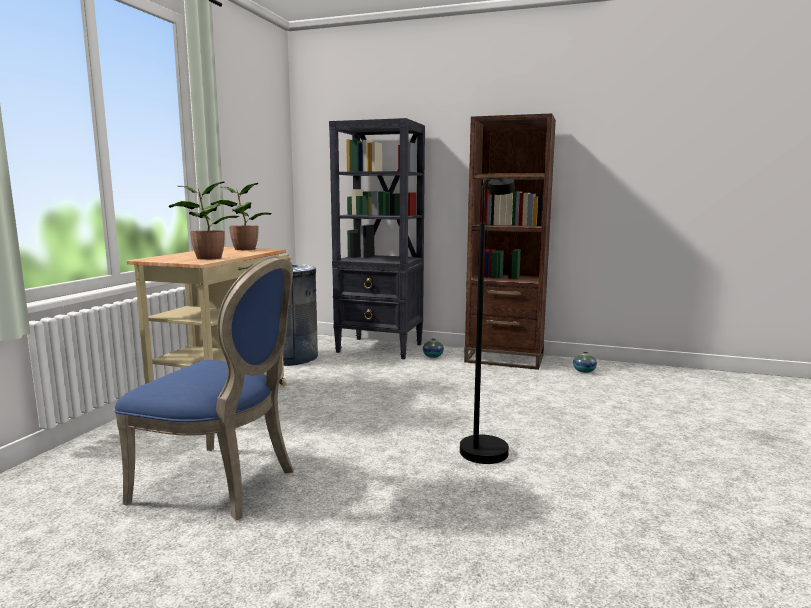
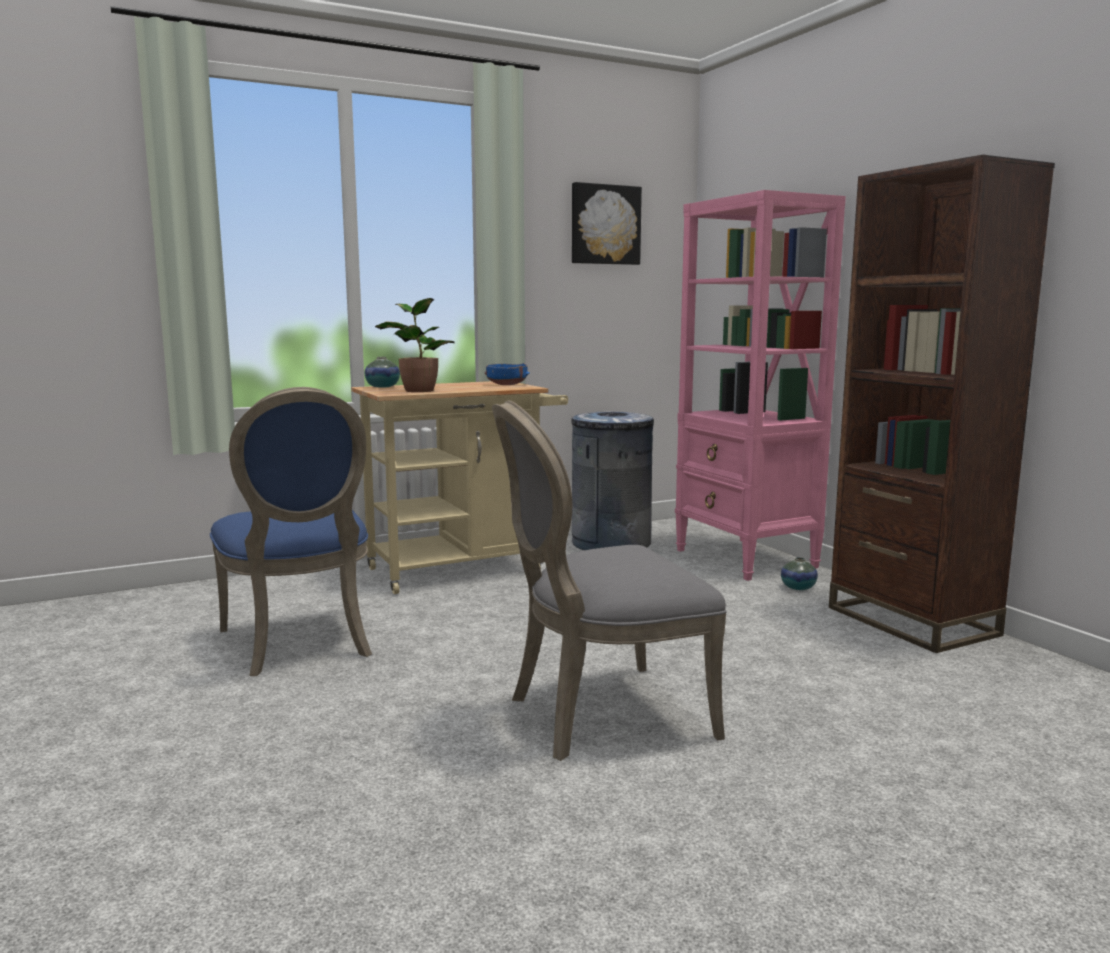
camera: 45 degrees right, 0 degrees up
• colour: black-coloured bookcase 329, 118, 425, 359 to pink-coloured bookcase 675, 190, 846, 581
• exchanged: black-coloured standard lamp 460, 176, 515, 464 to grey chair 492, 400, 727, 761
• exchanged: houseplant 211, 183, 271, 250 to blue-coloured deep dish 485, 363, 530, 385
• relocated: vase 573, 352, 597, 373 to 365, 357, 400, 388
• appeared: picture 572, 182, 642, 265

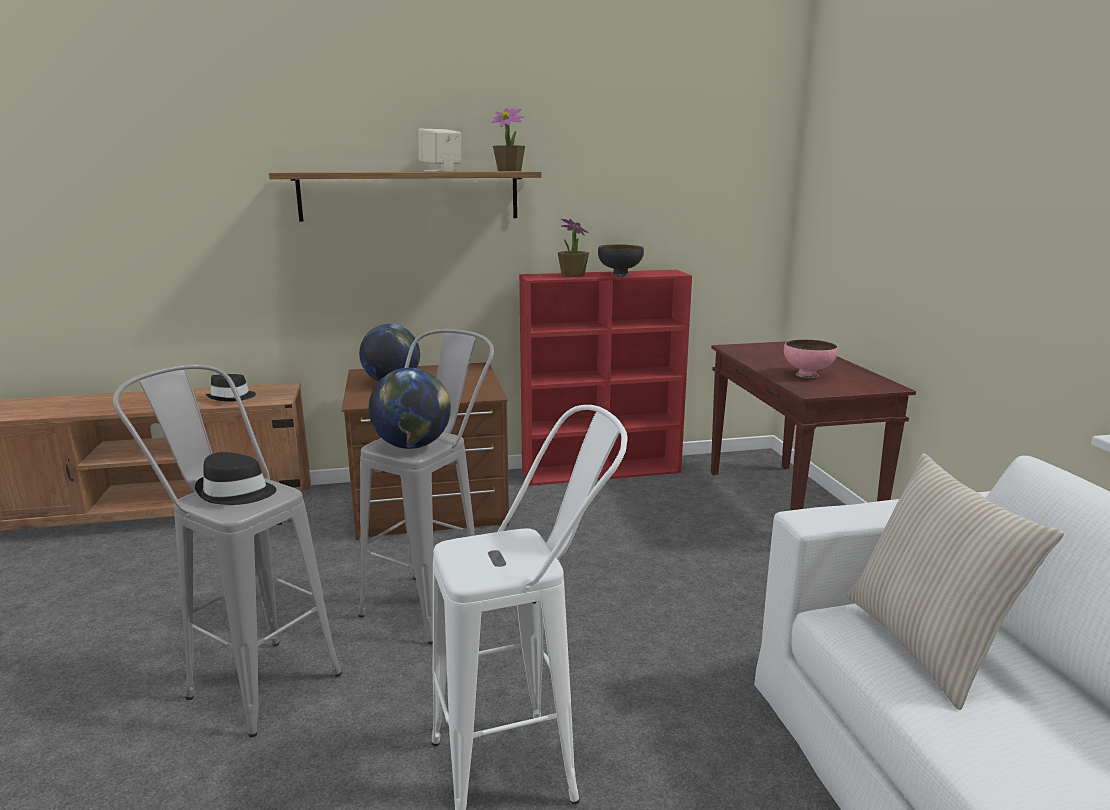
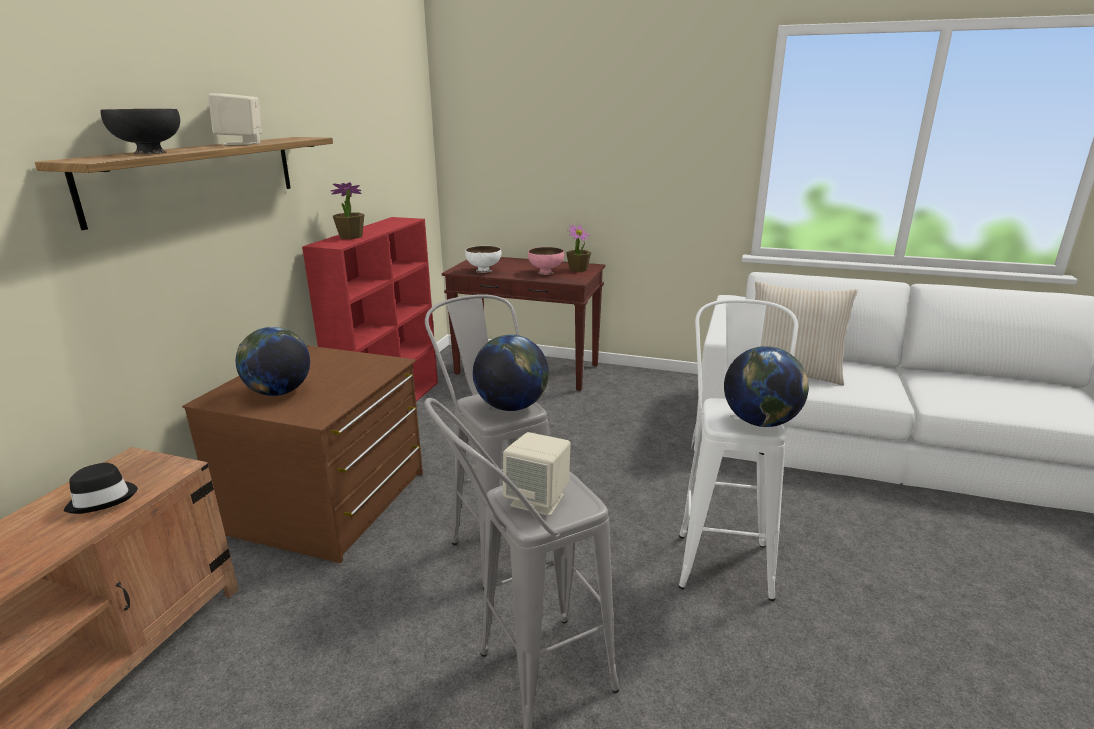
camera: 60 degrees left, 5 degrees up
• relocated: houseplant 491, 108, 525, 171 to 566, 225, 591, 272
• relocated: black-coloured deep dish 598, 245, 644, 277 to 101, 109, 180, 154
• exchanged: black-coloured hat 195, 452, 277, 505 to beige loudspeaker 503, 432, 571, 516
• appeared: white deep dish 465, 246, 501, 273
• appeared: desk globe 724, 346, 809, 427

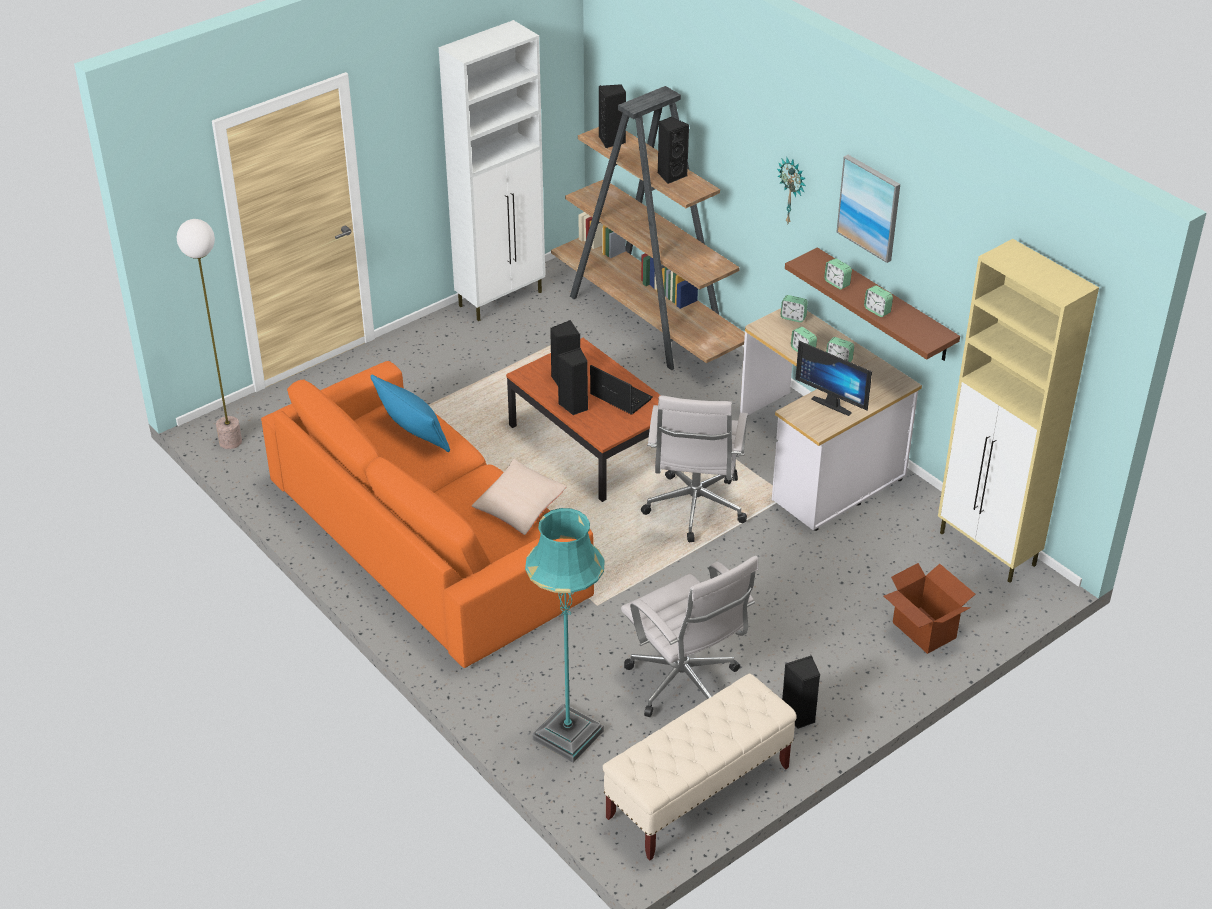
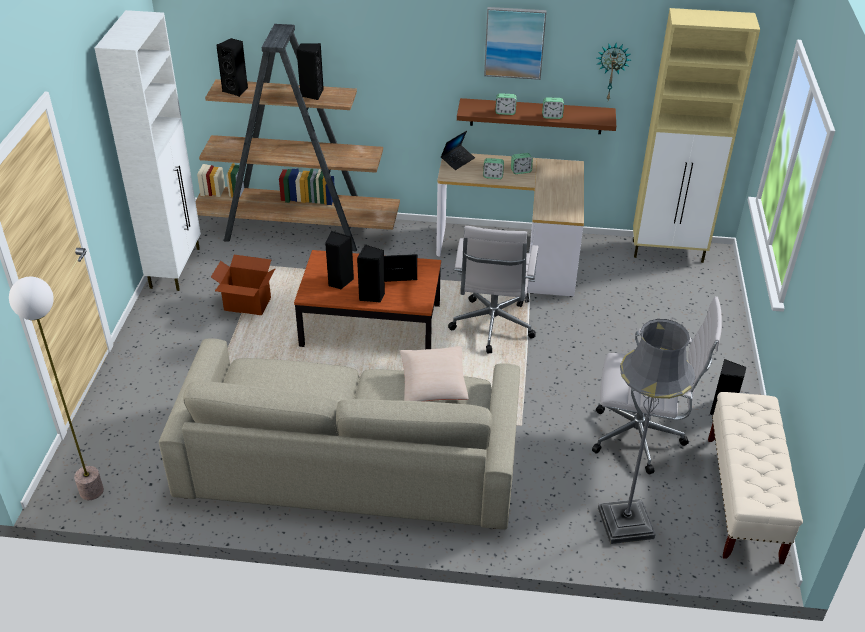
camera: 45 degrees left, 0 degrees up
• relocated: hanging clock 777, 157, 806, 223 to 596, 43, 631, 100
• exchanged: table clock 781, 295, 808, 323 to laptop 441, 131, 475, 170
• missing: computer screen 796, 341, 872, 416
• colour: orange-coloured sofa 261, 361, 594, 668 to beige sofa 159, 338, 520, 530
• missing: blue-coloured pillow 370, 374, 450, 452
• spun: white office chair 641, 395, 748, 542 = 448, 226, 539, 353 45 degrees clockwise
• colour: blue-green standard lamp 525, 508, 605, 763 to grey standard lamp 598, 319, 695, 544
• relocated: cardboard box 884, 563, 975, 654 to 211, 255, 276, 315

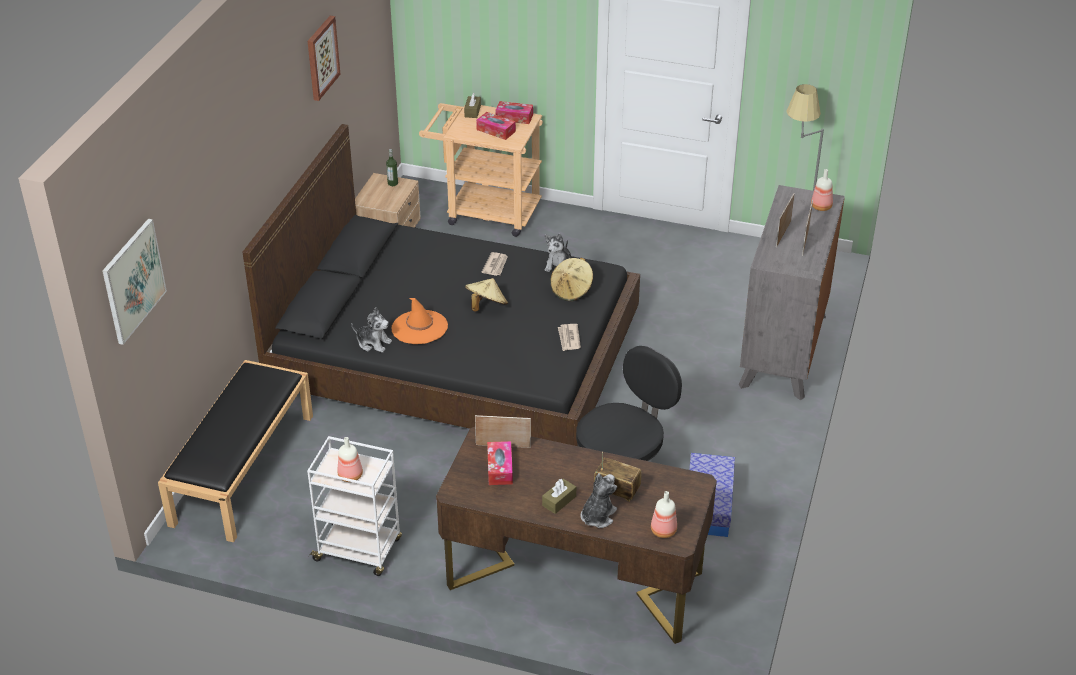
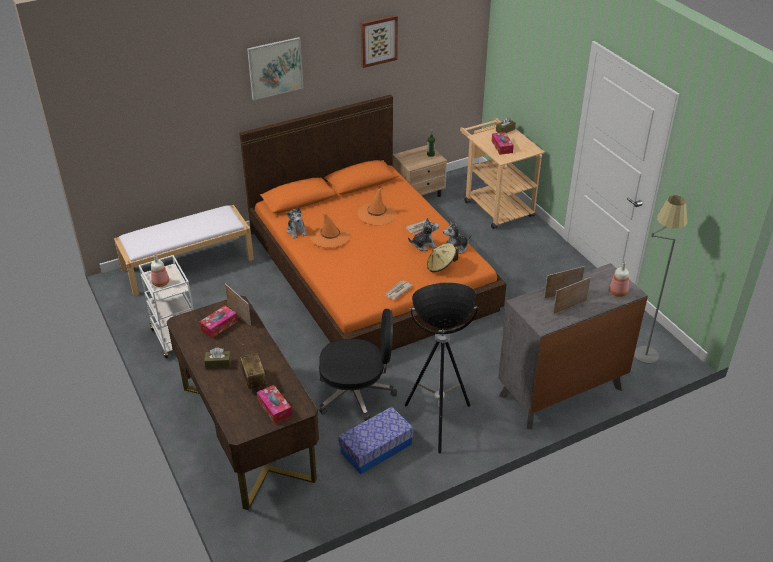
camera: 45 degrees right, 0 degrees up
• relocated: tissue box 495, 101, 533, 124 to 257, 385, 292, 423
• colour: black-coloured bedroom bed 242, 124, 640, 446 to orange-coloured bedroom bed 239, 95, 507, 351
• relocated: picture 102, 219, 167, 345 to 247, 37, 304, 100
• missing: beige hat 465, 278, 508, 311
• colour: black-coloured bench 158, 360, 313, 543 to white bench 114, 205, 254, 296
• relocated: soft toy 580, 473, 617, 528 to 408, 217, 439, 251
• missing: drink bottle 651, 491, 677, 538
• appeared: orange-coloured hat 357, 188, 397, 226
• appeared: standard lamp 405, 282, 478, 453

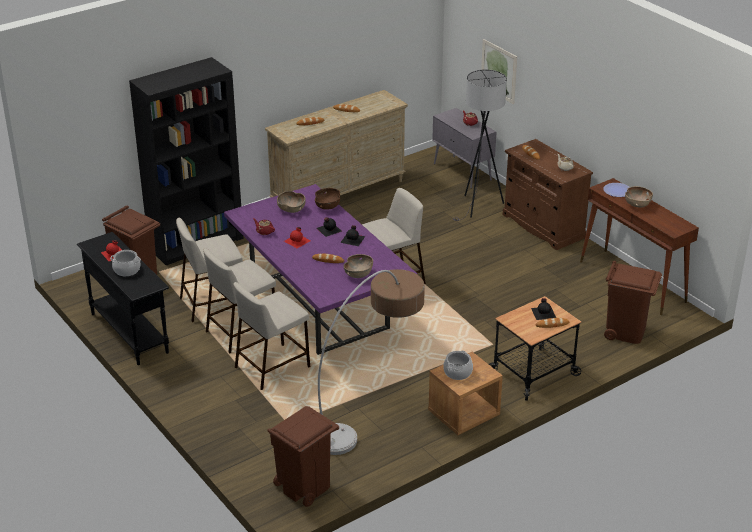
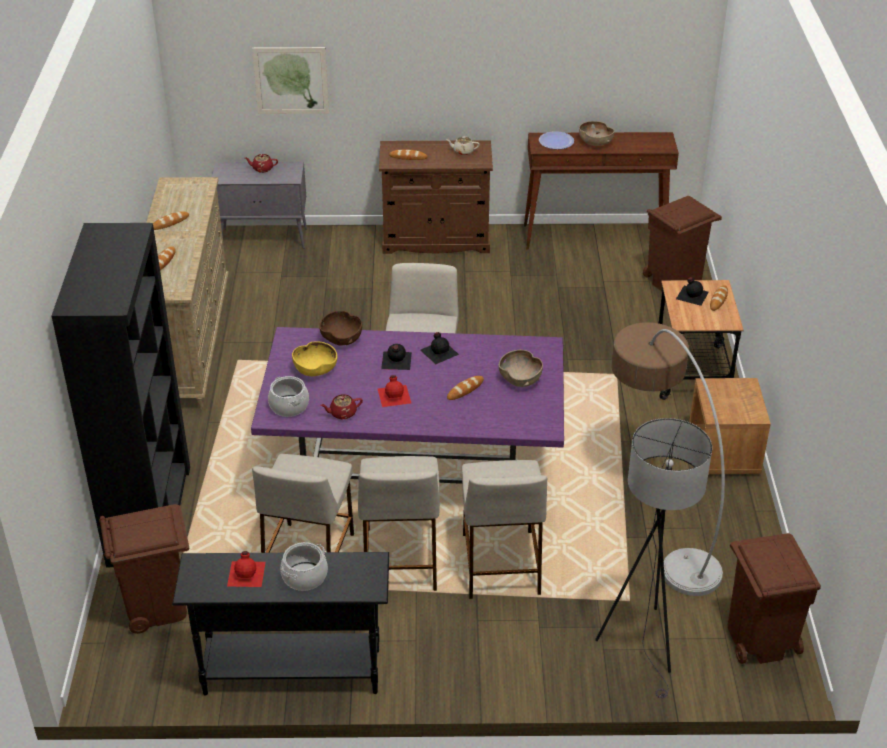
camera: 55 degrees left, 5 degrees up
• relocated: grey standard lamp 453, 70, 507, 221 to 595, 418, 712, 698
• colour: brown deep dish 277, 191, 305, 213 to yellowish deep dish 292, 341, 337, 376
• relocated: cooking pot 443, 350, 473, 380 to 268, 376, 309, 417

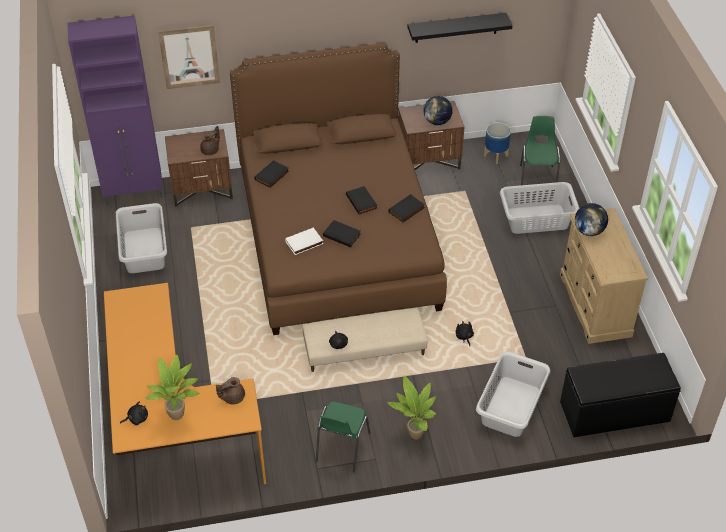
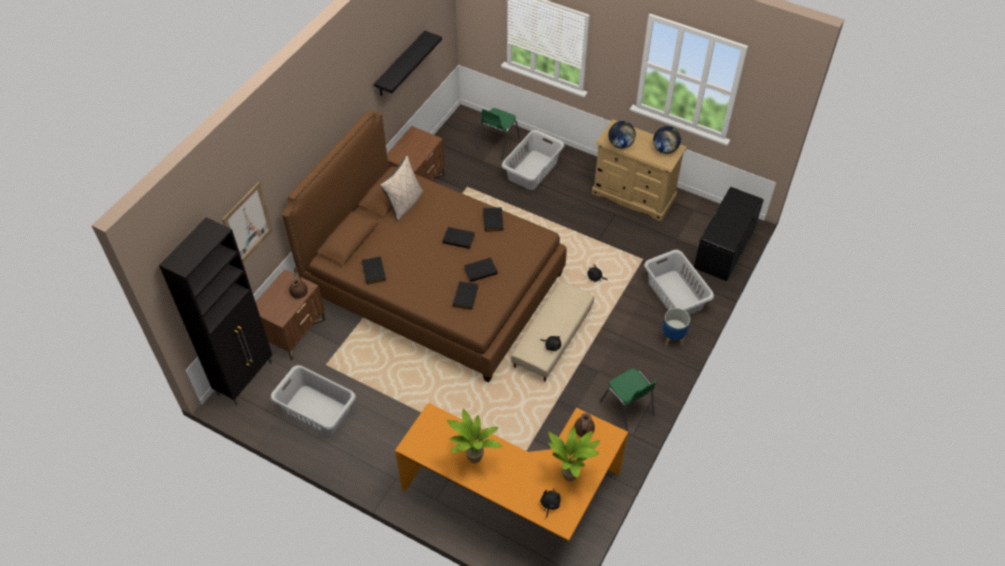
camera: 50 degrees left, 5 degrees up
• colour: purple cabinet 67, 15, 163, 205 to black-coloured cabinet 159, 217, 272, 405
• relocated: desk globe 423, 96, 453, 125 to 653, 126, 681, 154
• spun: green chair 520, 116, 560, 185 = 477, 108, 520, 160 105 degrees counterclockwise
• relocated: plant pot 484, 122, 511, 164 to 662, 308, 690, 347
• colour: white bound book 285, 227, 323, 255 to black-coloured bound book 453, 281, 478, 310
• relocated: houseplant 387, 376, 436, 440 to 447, 409, 502, 463
• appeared: beige pillow 380, 156, 423, 221

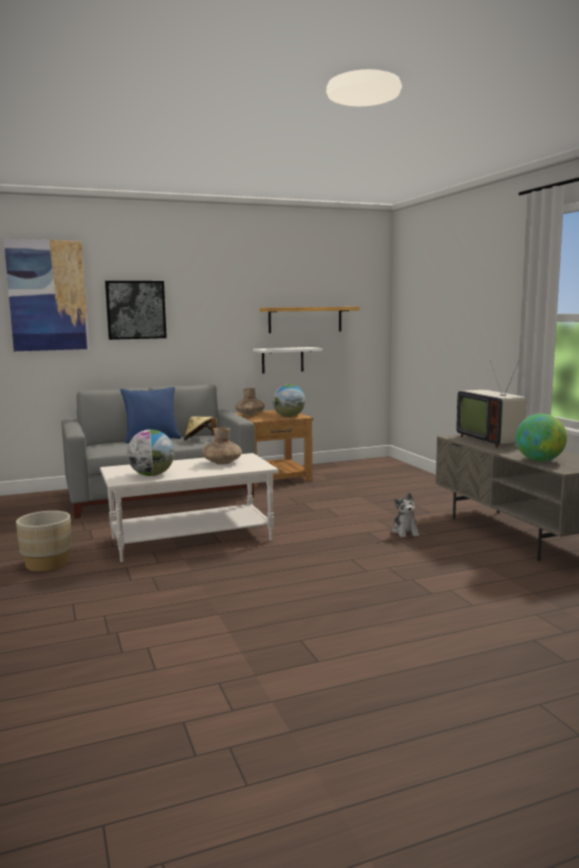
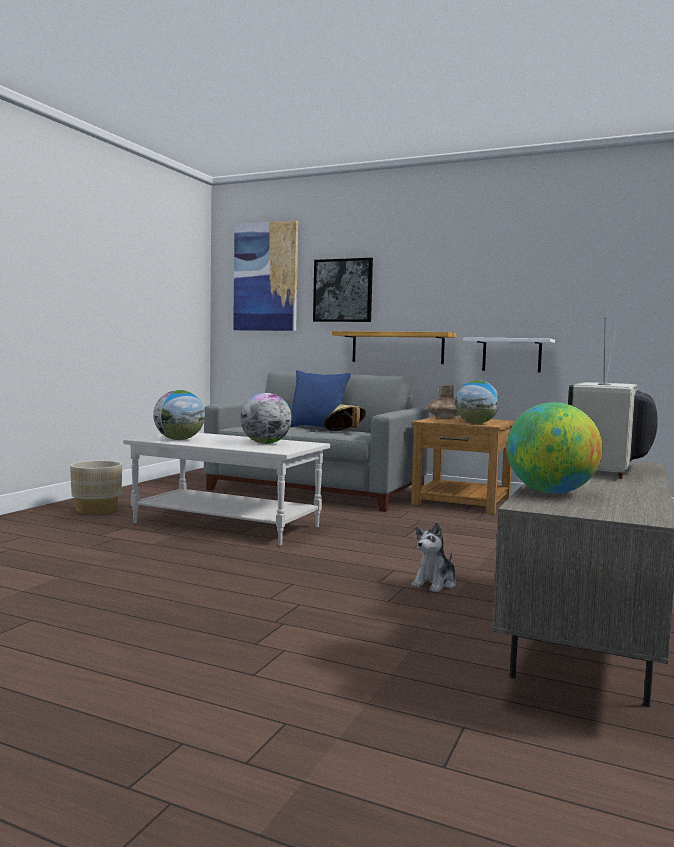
camera: 45 degrees right, 5 degrees down
• relocated: bracket shelf 259, 307, 359, 333 to 332, 331, 456, 364
• exchanged: brown vase 201, 428, 242, 465 to desk globe 240, 393, 292, 444

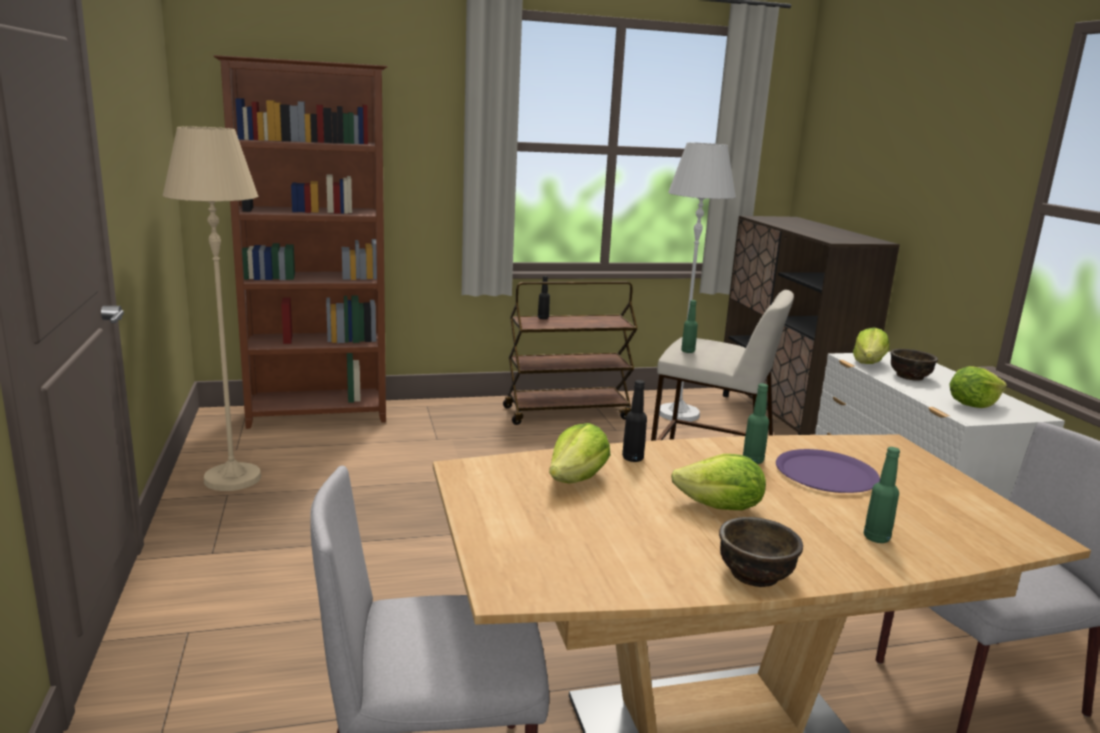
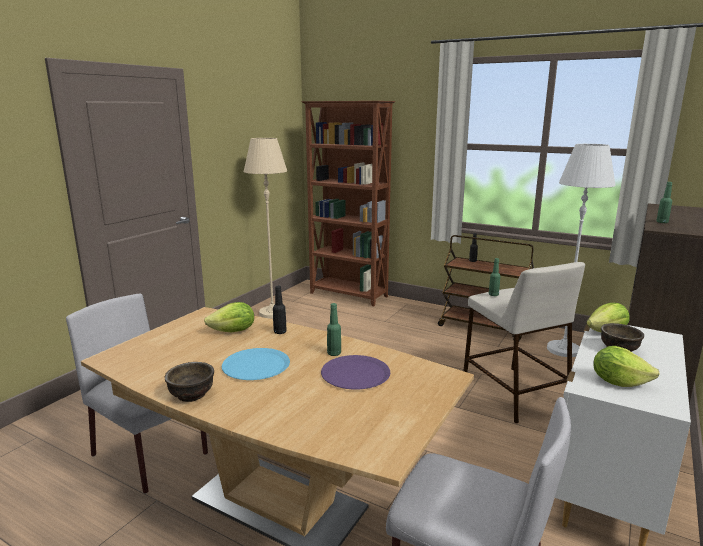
camera: 45 degrees right, 0 degrees up
• relocated: green drink bottle 864, 447, 900, 543 to 656, 182, 673, 223
• exchanged: lettuce 671, 454, 766, 510 to blue-coloured flat dish 222, 348, 290, 380

